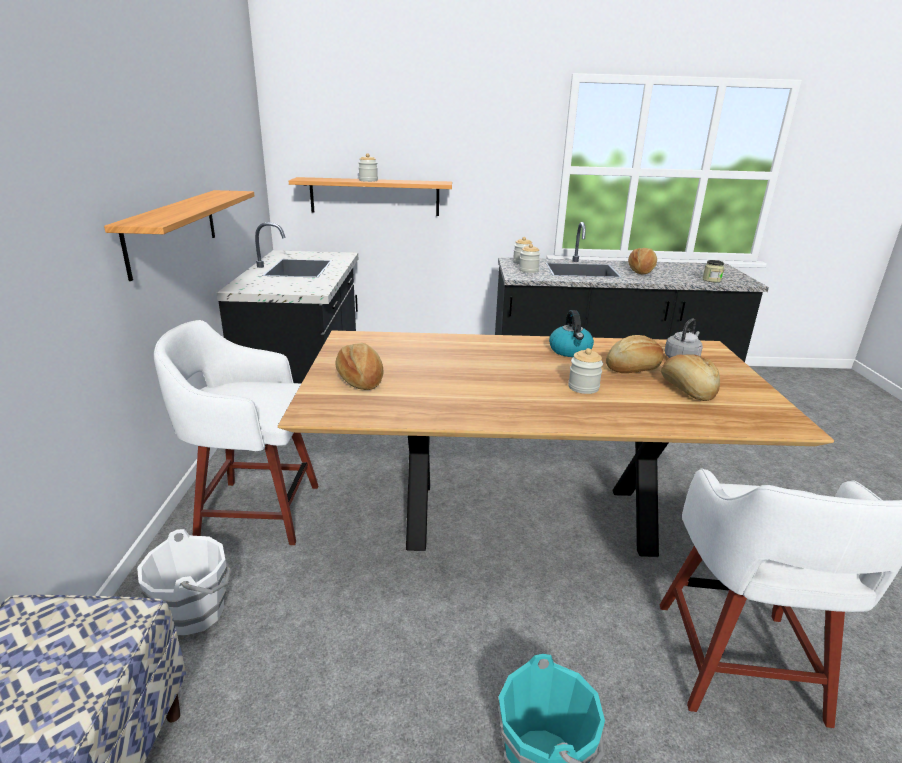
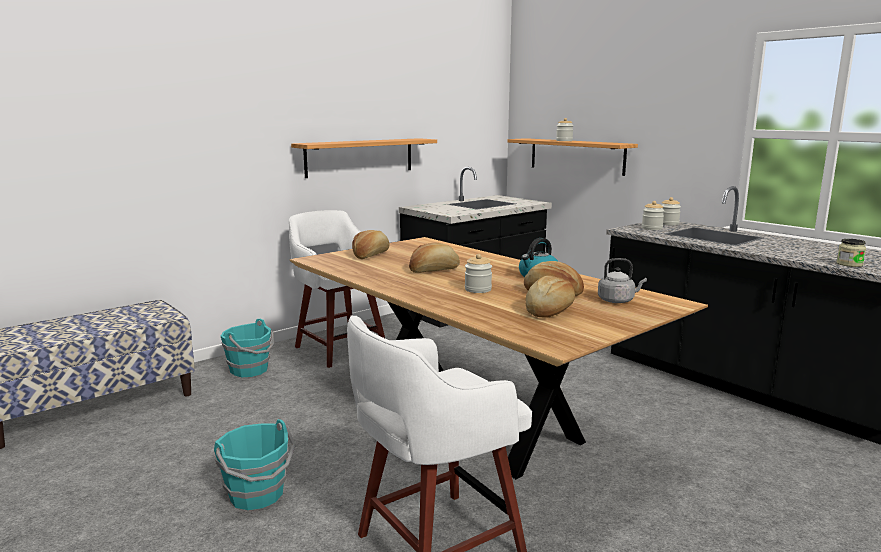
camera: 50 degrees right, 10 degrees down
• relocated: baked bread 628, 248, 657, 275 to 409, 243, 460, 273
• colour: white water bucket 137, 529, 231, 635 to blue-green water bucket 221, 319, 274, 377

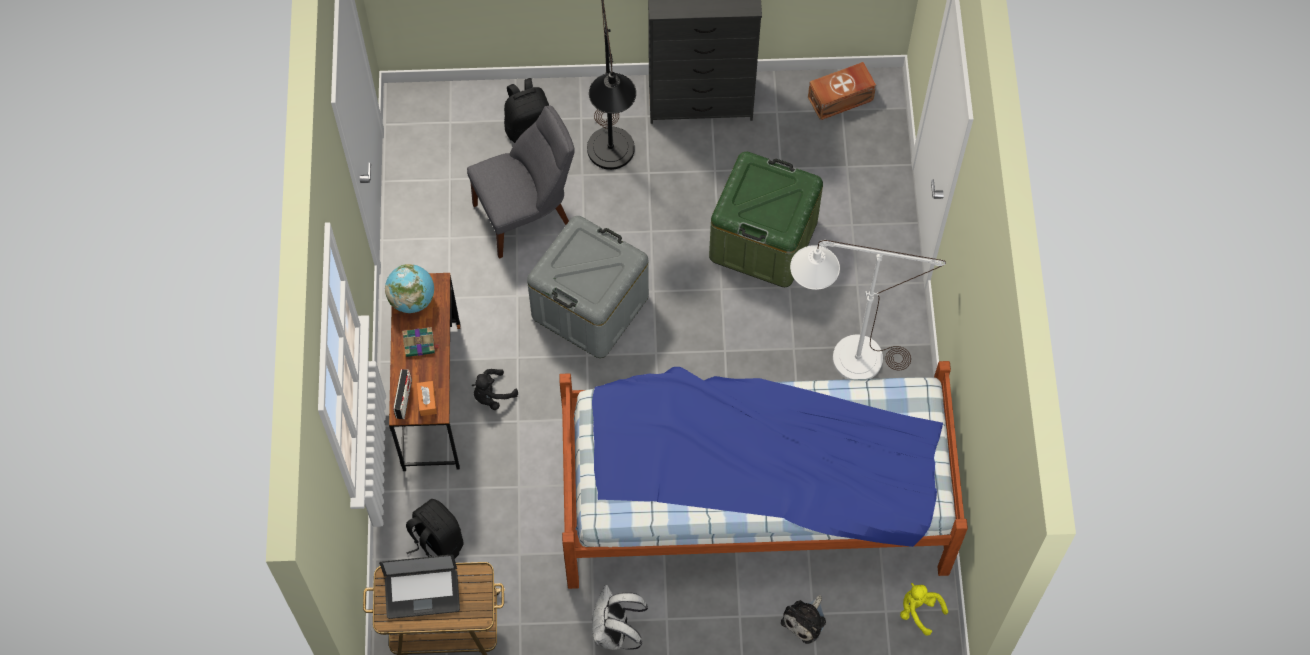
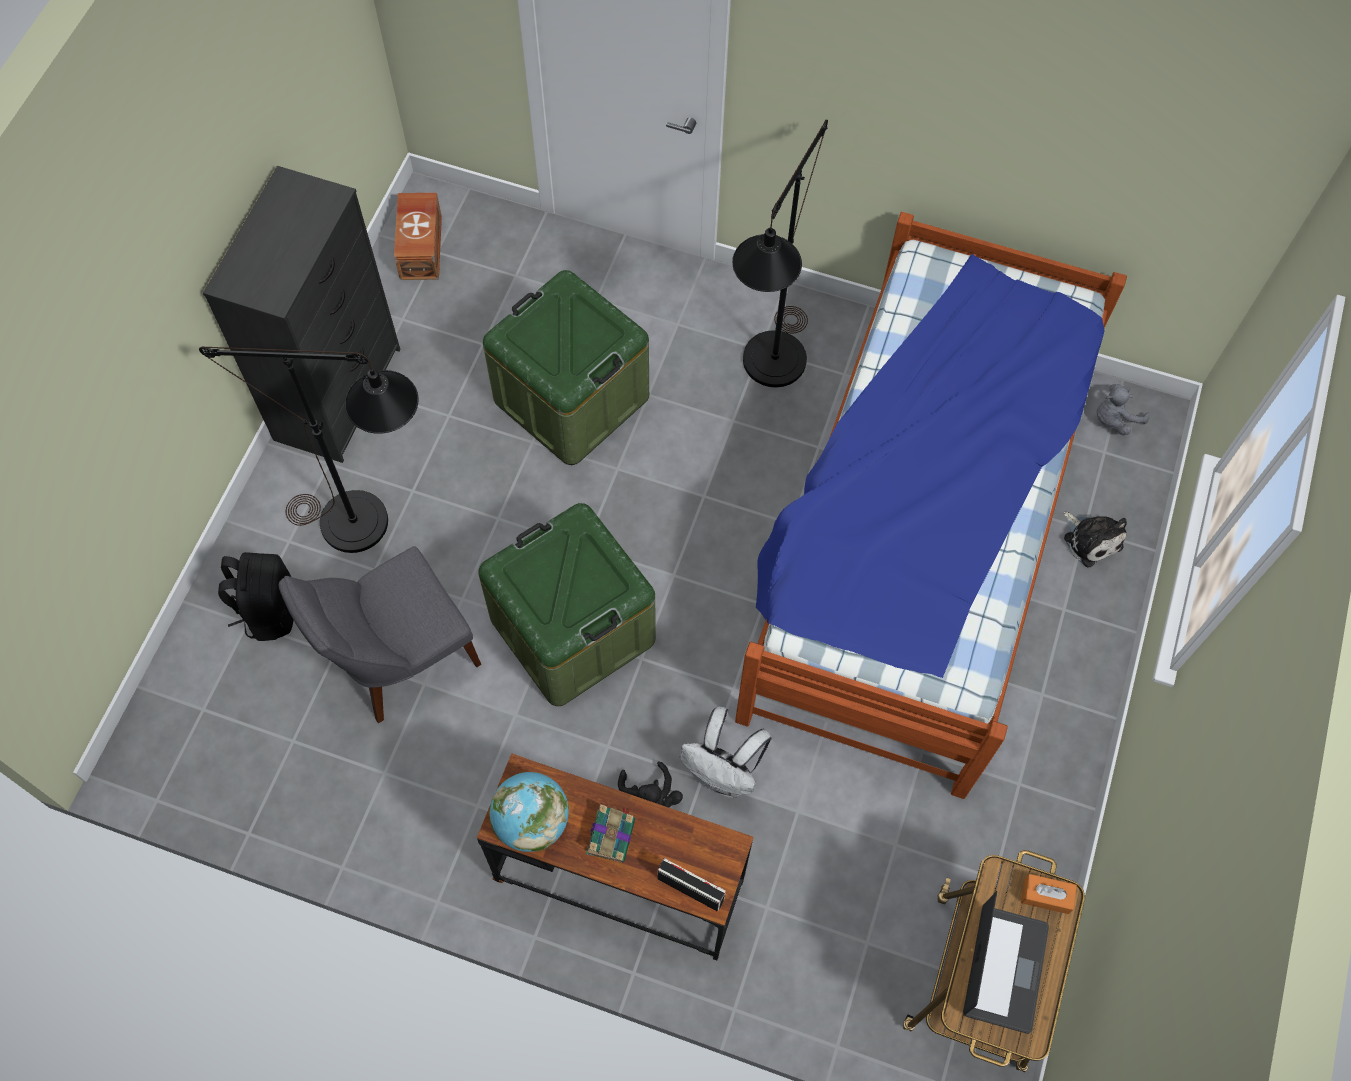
camera: 70 degrees left, 0 degrees up
• spun: grey chair 467, 106, 575, 259 = 279, 546, 481, 723 120 degrees counterclockwise
• colour: grey storage container 527, 216, 649, 358 to green storage container 478, 503, 655, 706
• colour: white standard lamp 790, 240, 946, 379 to black-coloured standard lamp 732, 119, 828, 387
• relocated: orange-coloured tissue box 416, 381, 437, 416 to 1021, 874, 1077, 914
• missing: black-coloured knapsack 406, 499, 464, 559
• colour: yellowish soft toy 900, 583, 948, 636 to grey soft toy 1097, 384, 1150, 435
• relocated: white knapsack 591, 585, 648, 650 to 680, 706, 772, 798

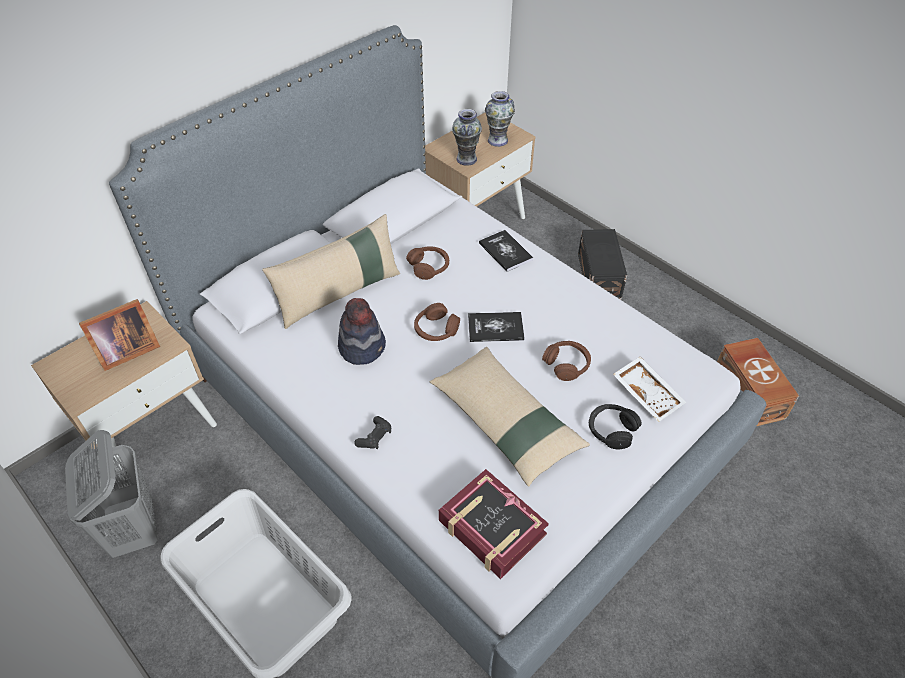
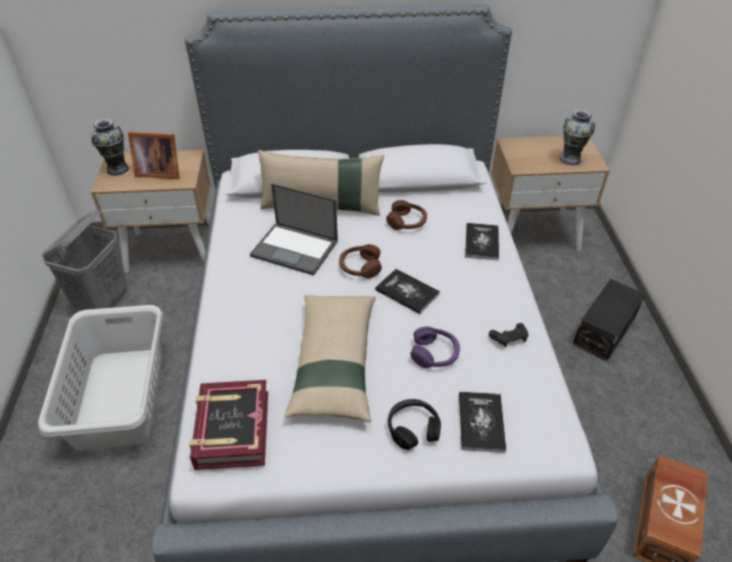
camera: 40 degrees right, 5 degrees down
• relocated: vase 452, 109, 482, 166 to 91, 119, 129, 176
• exchanged: hat 338, 298, 386, 365 to laptop 250, 183, 338, 276
• colour: brown headphones 542, 341, 591, 381 to purple headphones 410, 326, 460, 368
• exchanged: white tray 613, 356, 687, 422 to bound book 459, 392, 506, 453
• relocated: black-coloured game controller 354, 416, 391, 449 to 489, 323, 528, 347

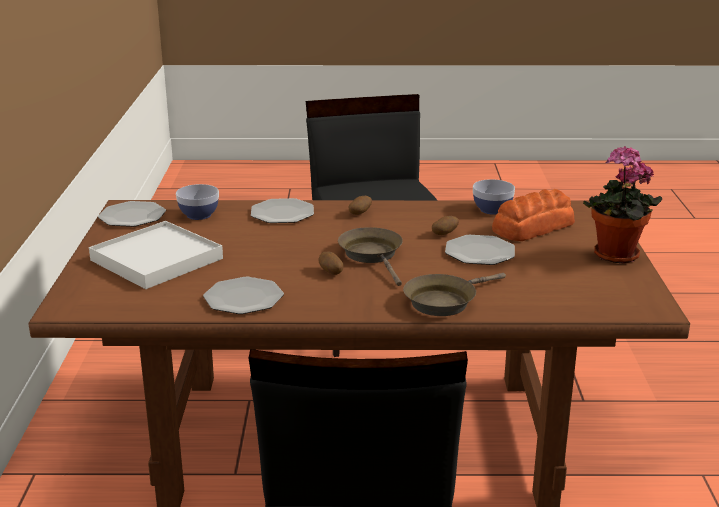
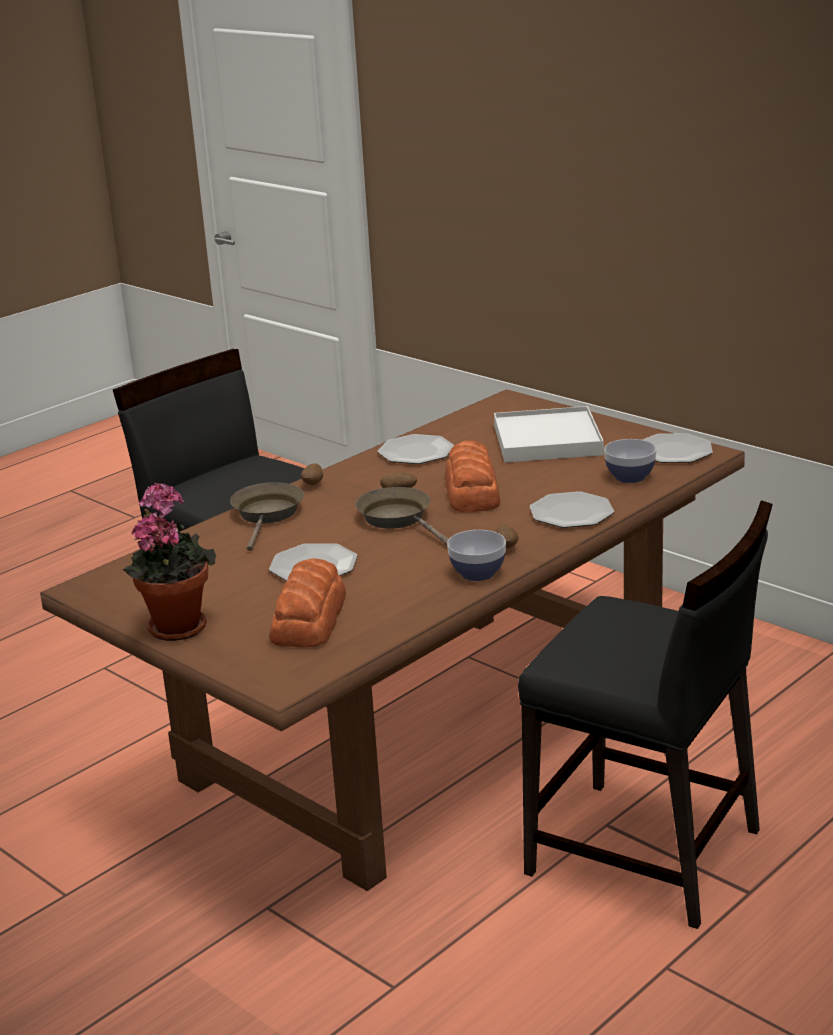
camera: 135 degrees right, 0 degrees up
• relocated: deep dish 473, 179, 515, 215 to 447, 530, 506, 581
• relocated: potato 432, 216, 459, 235 to 301, 463, 323, 486
• spun: brown skillet 338, 227, 403, 286 = 355, 487, 449, 545 150 degrees counterclockwise
• appeared: baked bread 445, 440, 501, 512

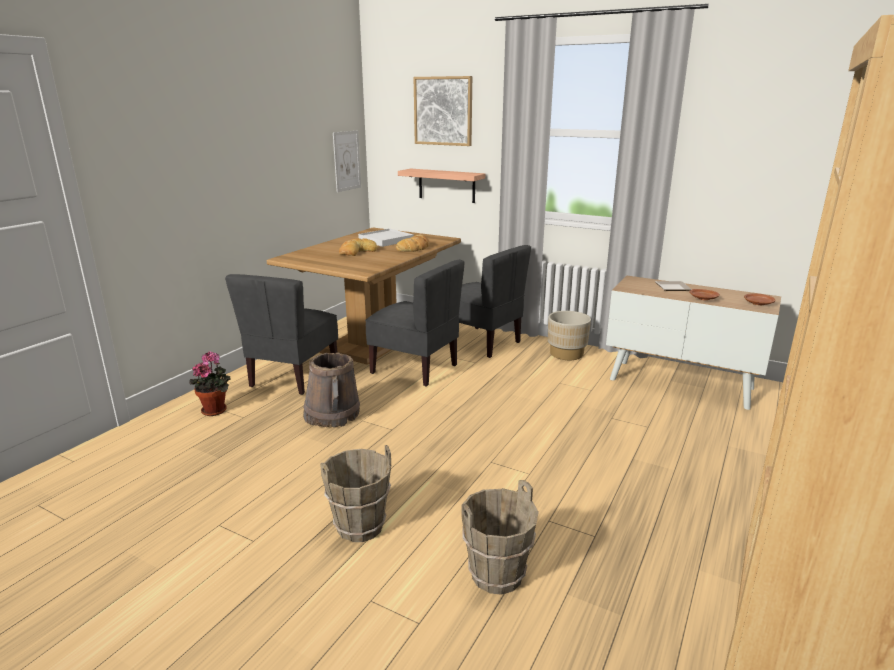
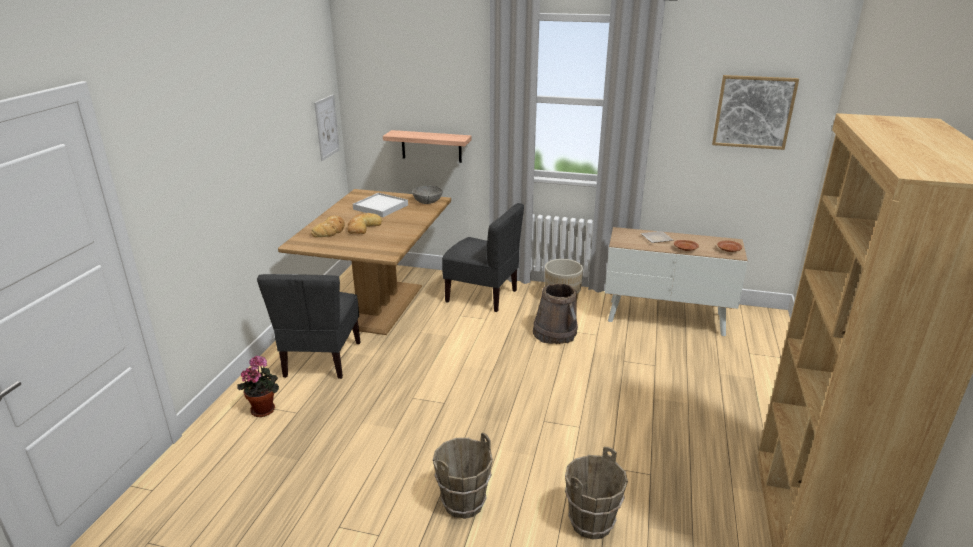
camera: 15 degrees left, 5 degrees up
• relocated: picture 413, 76, 472, 146 to 712, 75, 799, 150
• relocated: baked bread 396, 234, 429, 252 to 311, 215, 345, 237
• missing: grey chair 365, 260, 465, 387
• relocated: brown water bucket 303, 352, 360, 428 to 533, 283, 578, 344
• appeared: grey deep dish 412, 186, 443, 204

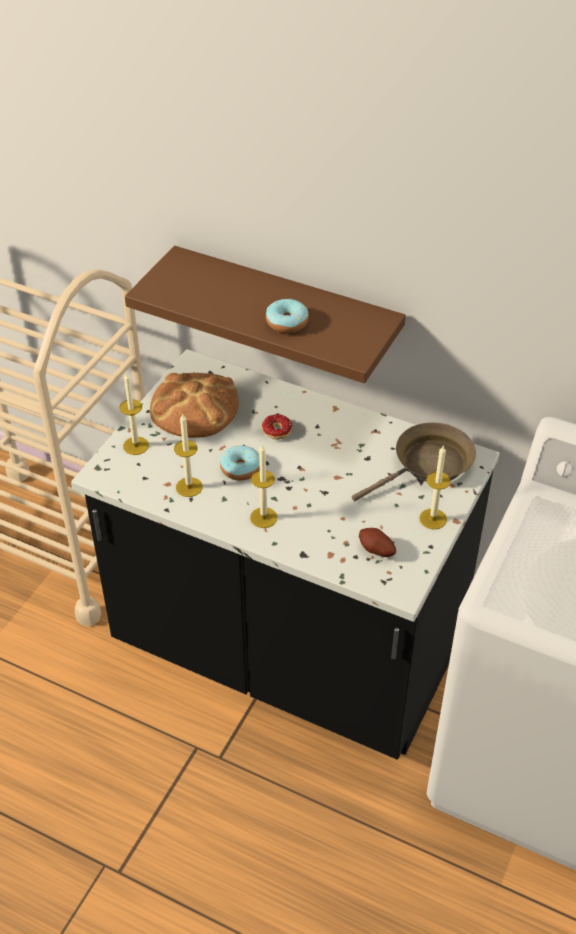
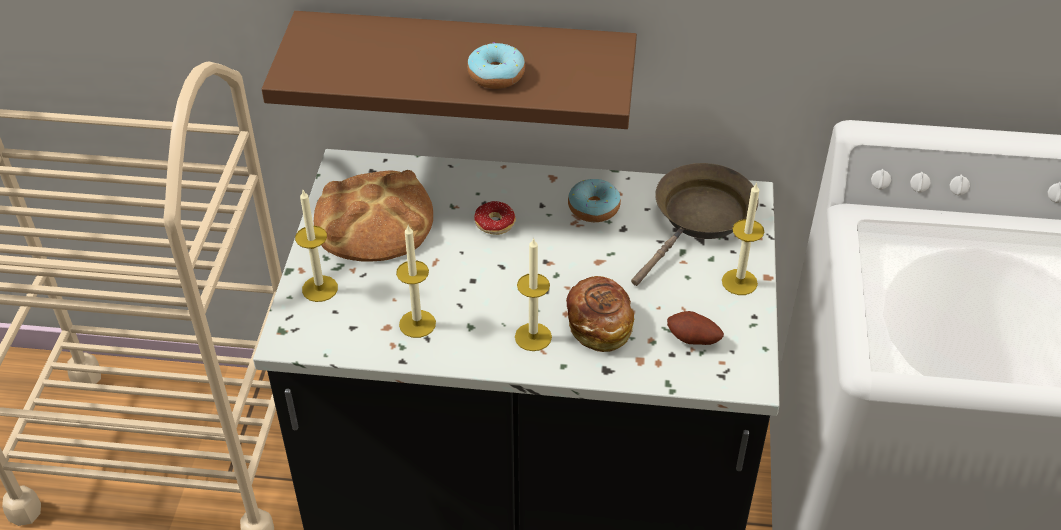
camera: 20 degrees left, 0 degrees up
• relocated: ring doughnut 220, 445, 260, 481 to 568, 179, 621, 222
• appeared: baked bread 566, 276, 634, 352

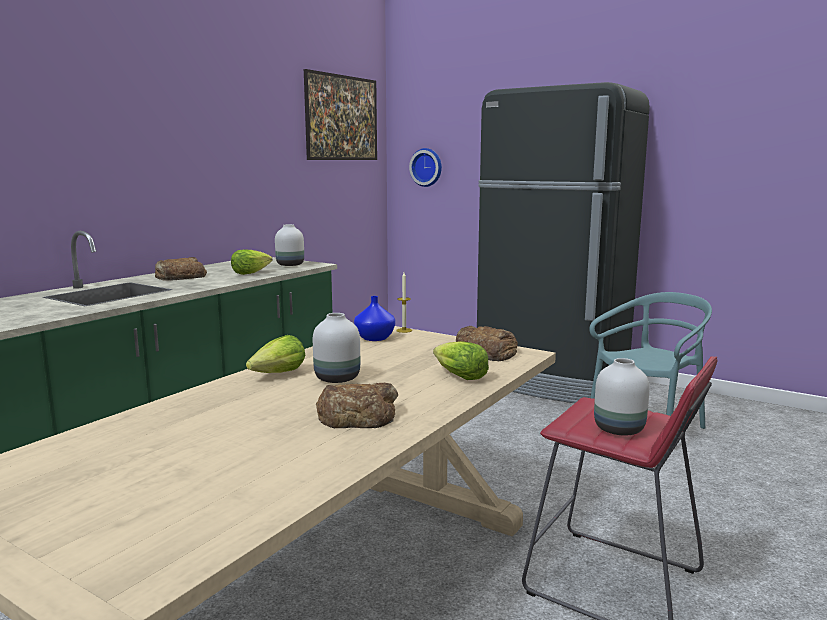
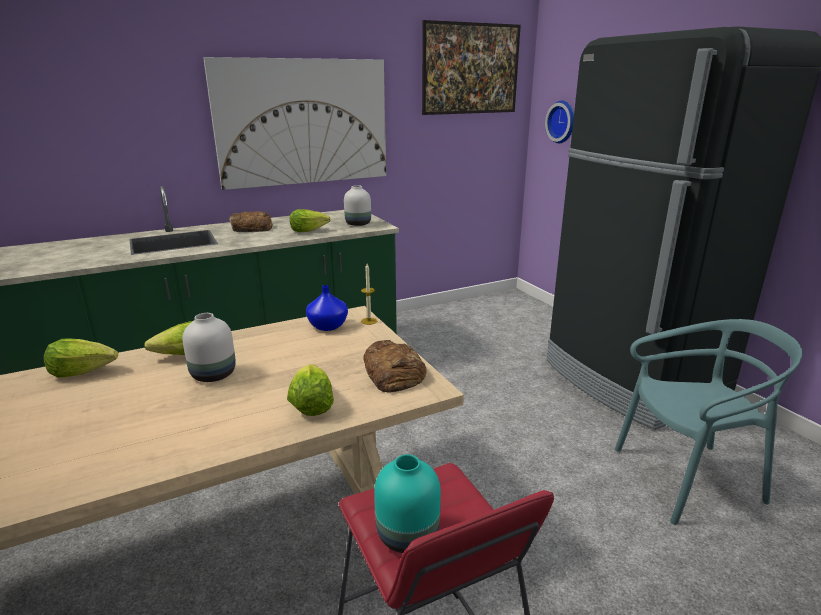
camera: 30 degrees right, 10 degrees up
• colour: white vase 594, 358, 650, 436 to blue-green vase 374, 454, 441, 553
• missing: baked bread 316, 383, 398, 428
• appeared: picture 203, 57, 386, 190
• appeared: lettuce 44, 338, 118, 378

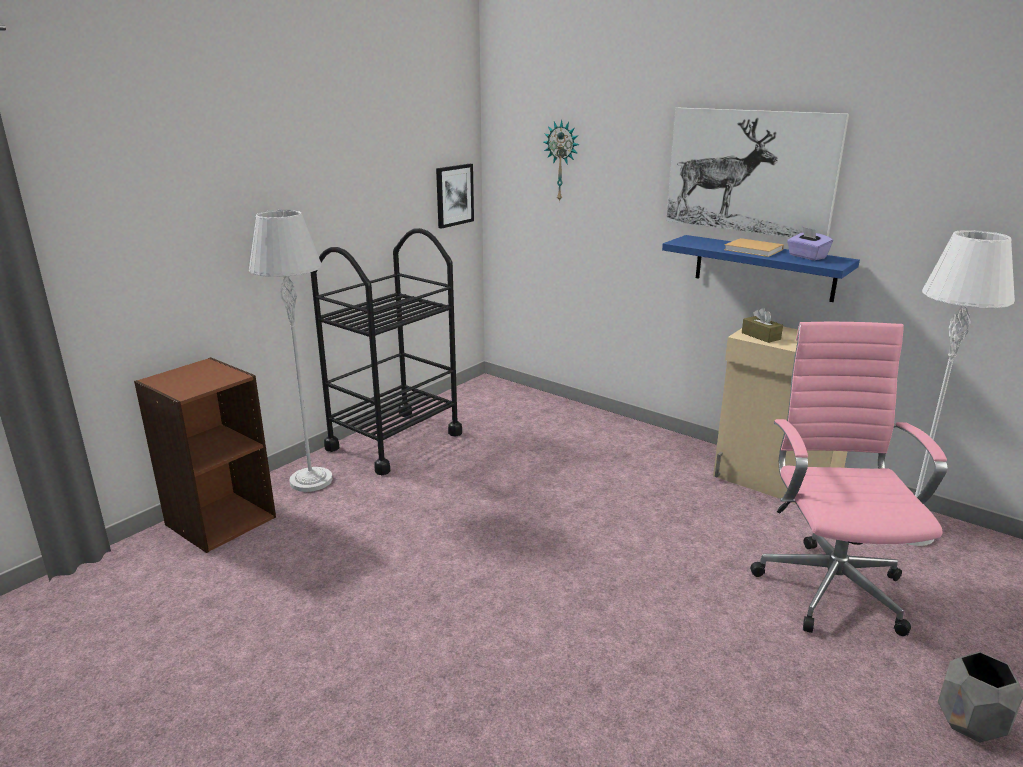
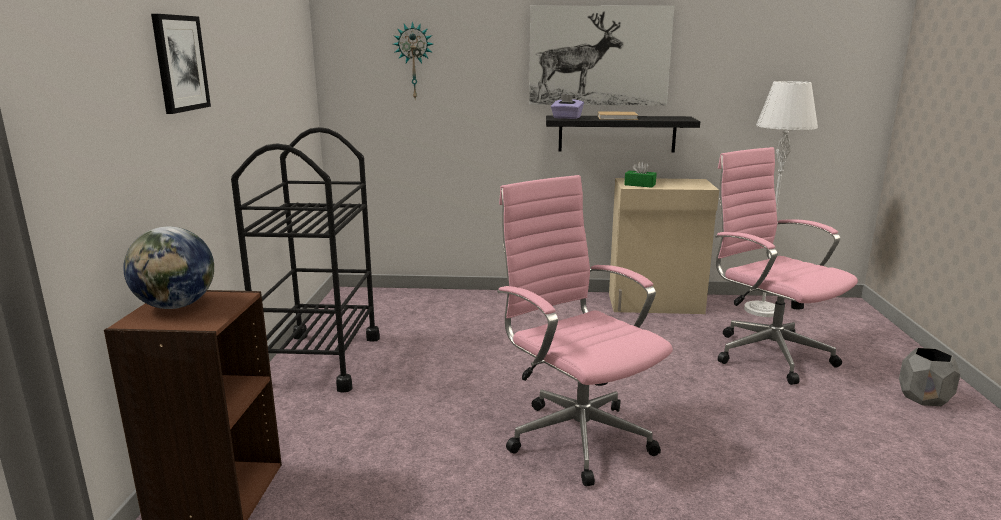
camera: 35 degrees left, 5 degrees down
• relocated: picture 436, 164, 474, 229 to 151, 14, 211, 114
• missing: grey standard lamp 248, 210, 333, 492
• relocated: purple tissue box 787, 227, 833, 260 to 551, 94, 584, 119
• colour: blue-coloured bracket shelf 662, 235, 860, 302 to black-coloured bracket shelf 546, 116, 700, 153
• colour: brown tissue box 742, 308, 783, 343 to green tissue box 624, 161, 657, 188
• appeared: pink-coloured office chair 497, 175, 673, 486
• appeared: desk globe 123, 226, 214, 309

